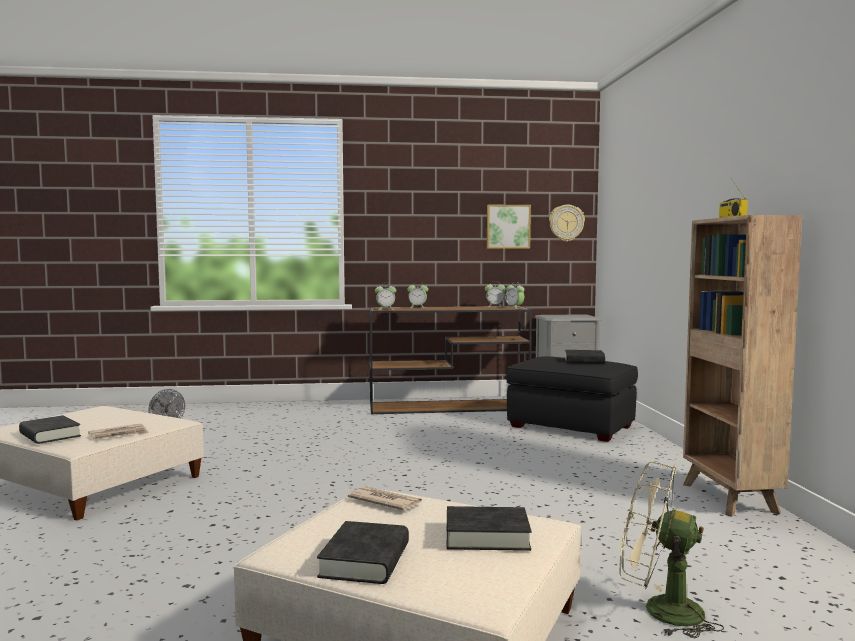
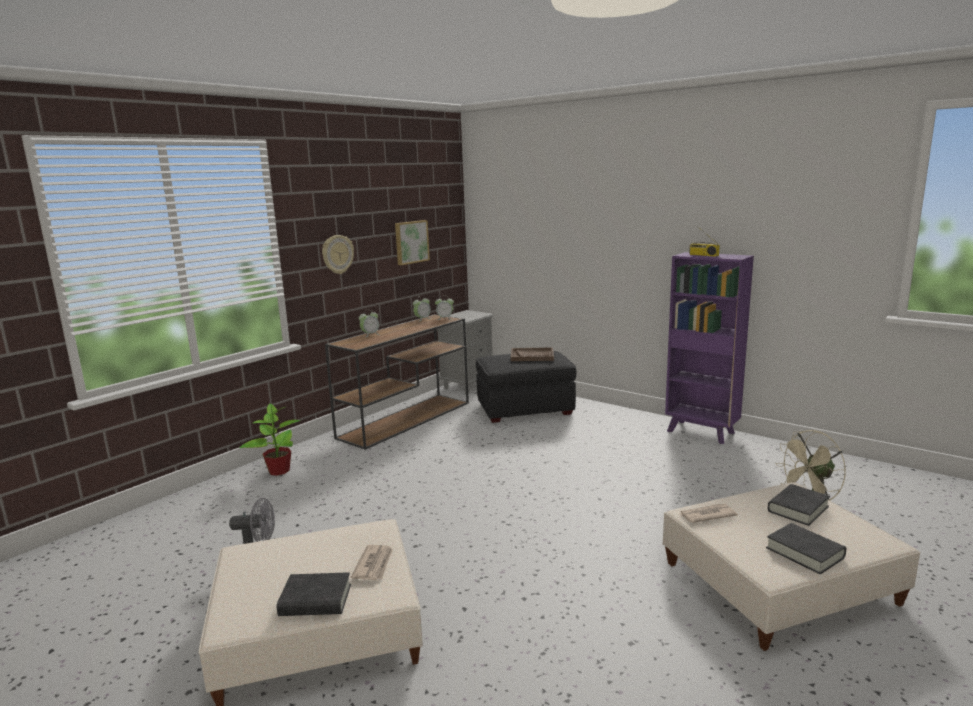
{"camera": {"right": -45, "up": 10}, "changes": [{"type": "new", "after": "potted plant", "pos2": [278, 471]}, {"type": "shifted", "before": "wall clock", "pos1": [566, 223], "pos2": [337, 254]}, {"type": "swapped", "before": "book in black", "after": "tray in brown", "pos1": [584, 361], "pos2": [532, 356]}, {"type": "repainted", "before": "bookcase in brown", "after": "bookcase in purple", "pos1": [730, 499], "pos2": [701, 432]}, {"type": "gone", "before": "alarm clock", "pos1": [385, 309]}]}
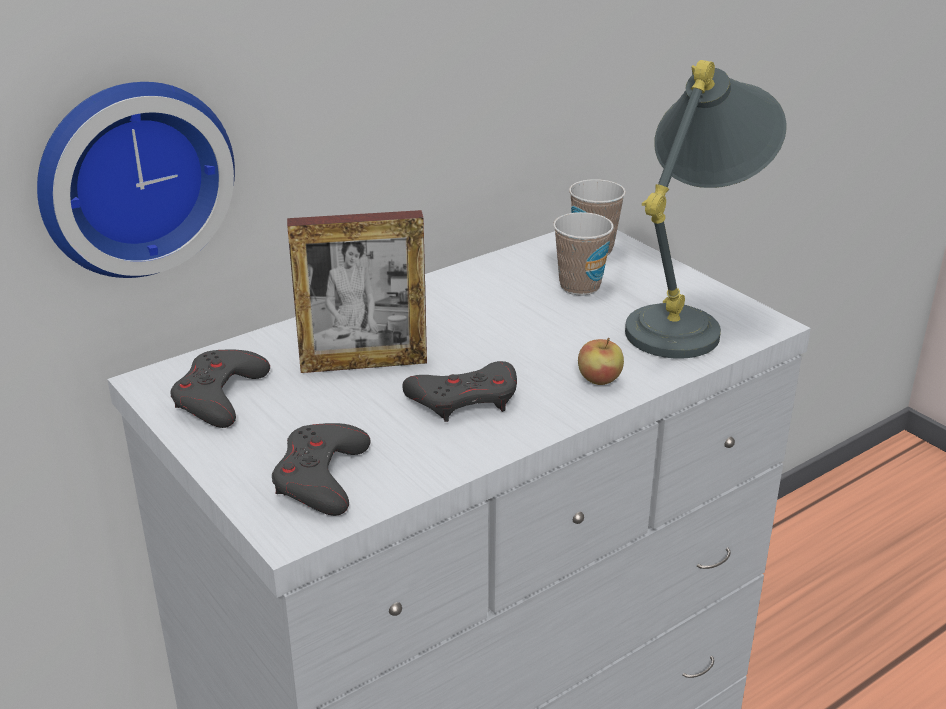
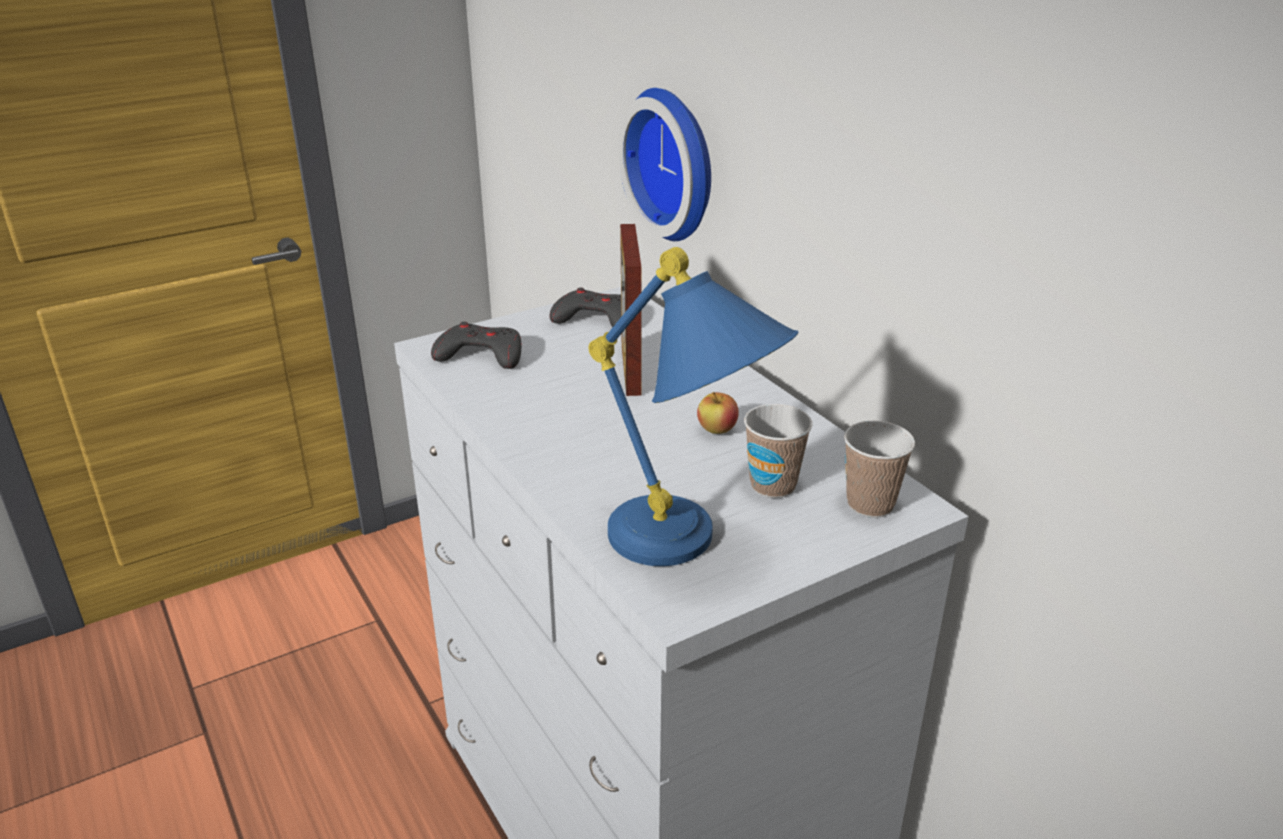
{"camera": {"right": 95, "up": 0}, "changes": [{"type": "repainted", "before": "table lamp in grey", "after": "table lamp in blue", "pos1": [689, 320], "pos2": [690, 550]}, {"type": "shifted", "before": "apple", "pos1": [599, 380], "pos2": [717, 430]}, {"type": "gone", "before": "game controller in grey", "pos1": [465, 399]}]}
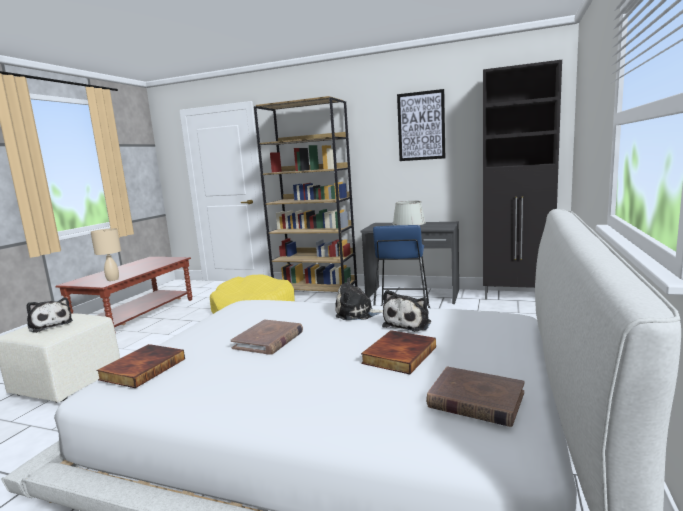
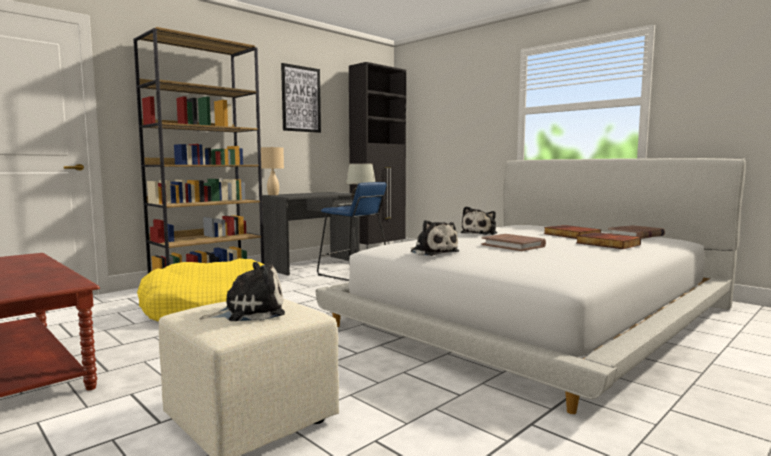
{"camera": {"right": -65, "up": -5}, "changes": [{"type": "shifted", "before": "table lamp in beige", "pos1": [112, 279], "pos2": [273, 195]}, {"type": "shifted", "before": "plush toy", "pos1": [408, 324], "pos2": [433, 252]}, {"type": "shifted", "before": "book", "pos1": [142, 368], "pos2": [607, 244]}]}
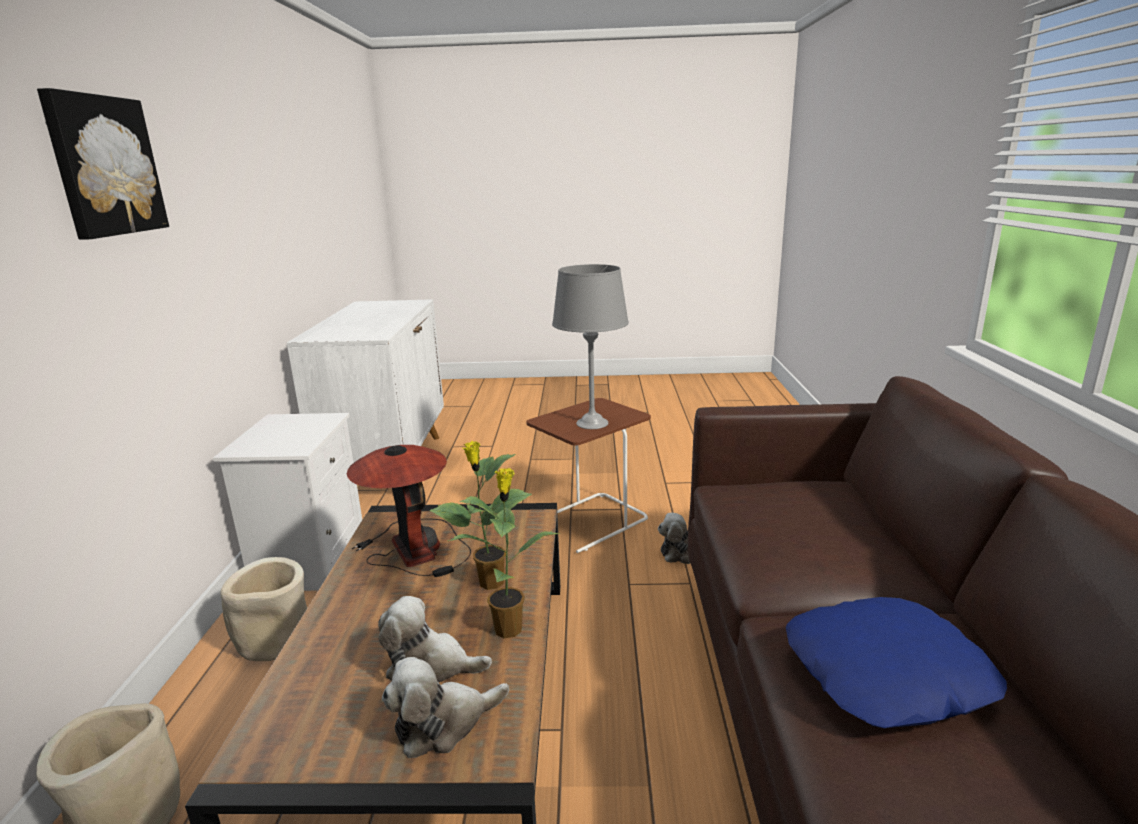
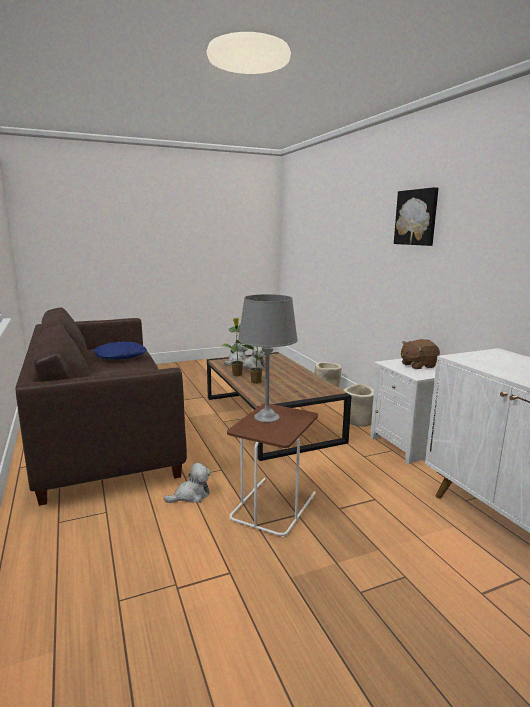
{"camera": {"right": 155, "up": -5}, "changes": [{"type": "new", "after": "plush toy in brown", "pos2": [417, 365]}, {"type": "gone", "before": "table lamp", "pos1": [414, 548]}]}
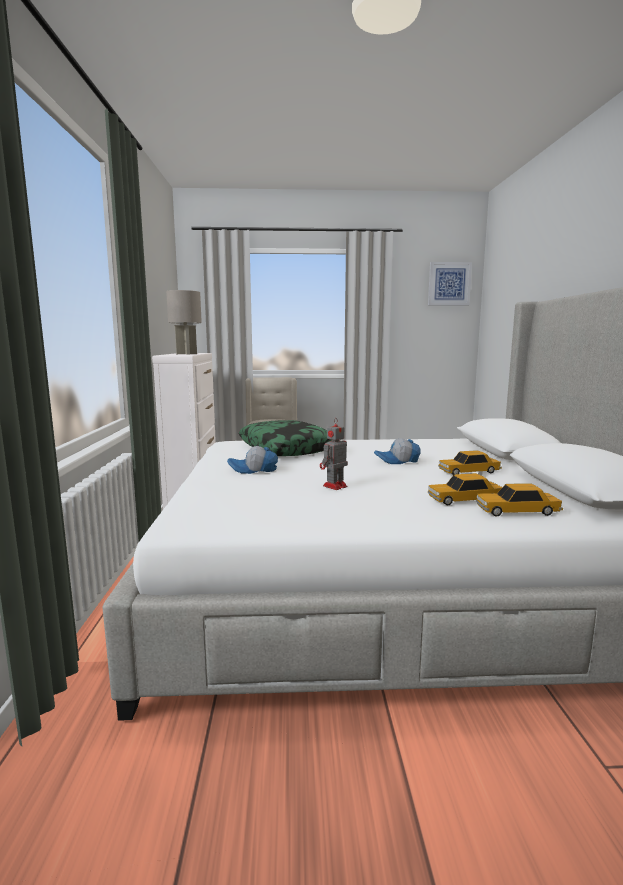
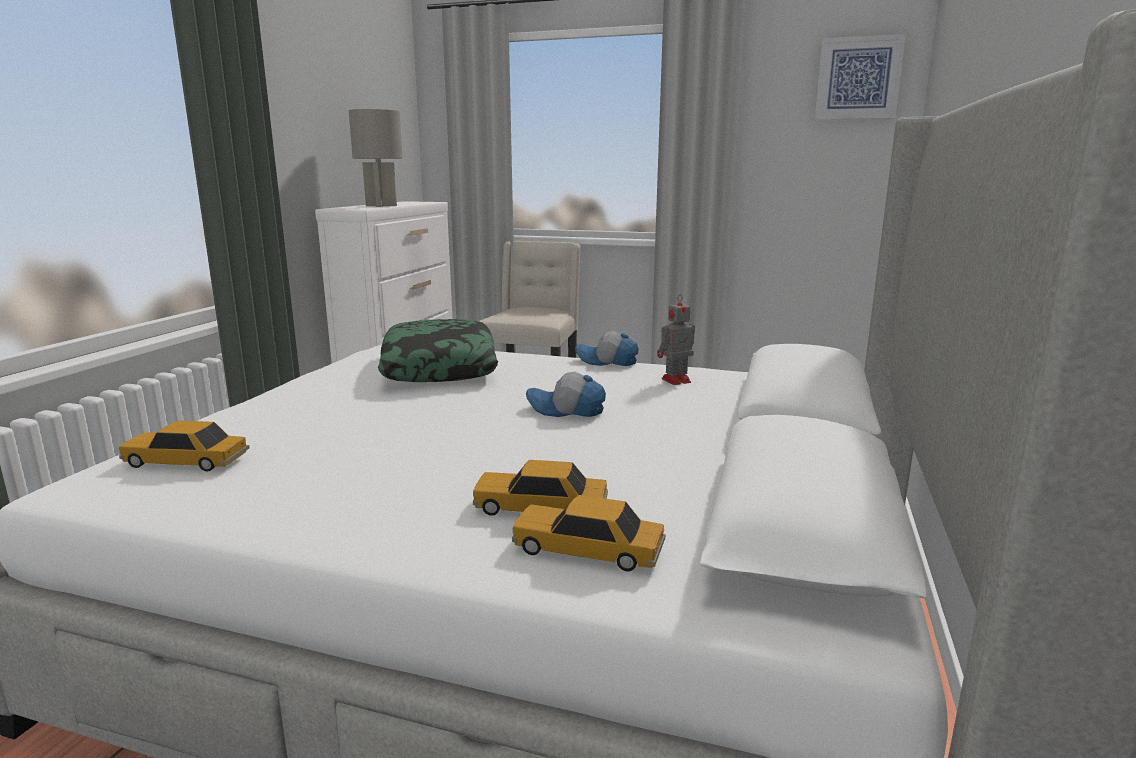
{"camera": {"right": 20, "up": 5}, "changes": [{"type": "shifted", "before": "toy car", "pos1": [468, 471], "pos2": [186, 461]}, {"type": "shifted", "before": "cap", "pos1": [253, 470], "pos2": [606, 361]}, {"type": "shifted", "before": "toy robot", "pos1": [334, 486], "pos2": [674, 380]}]}
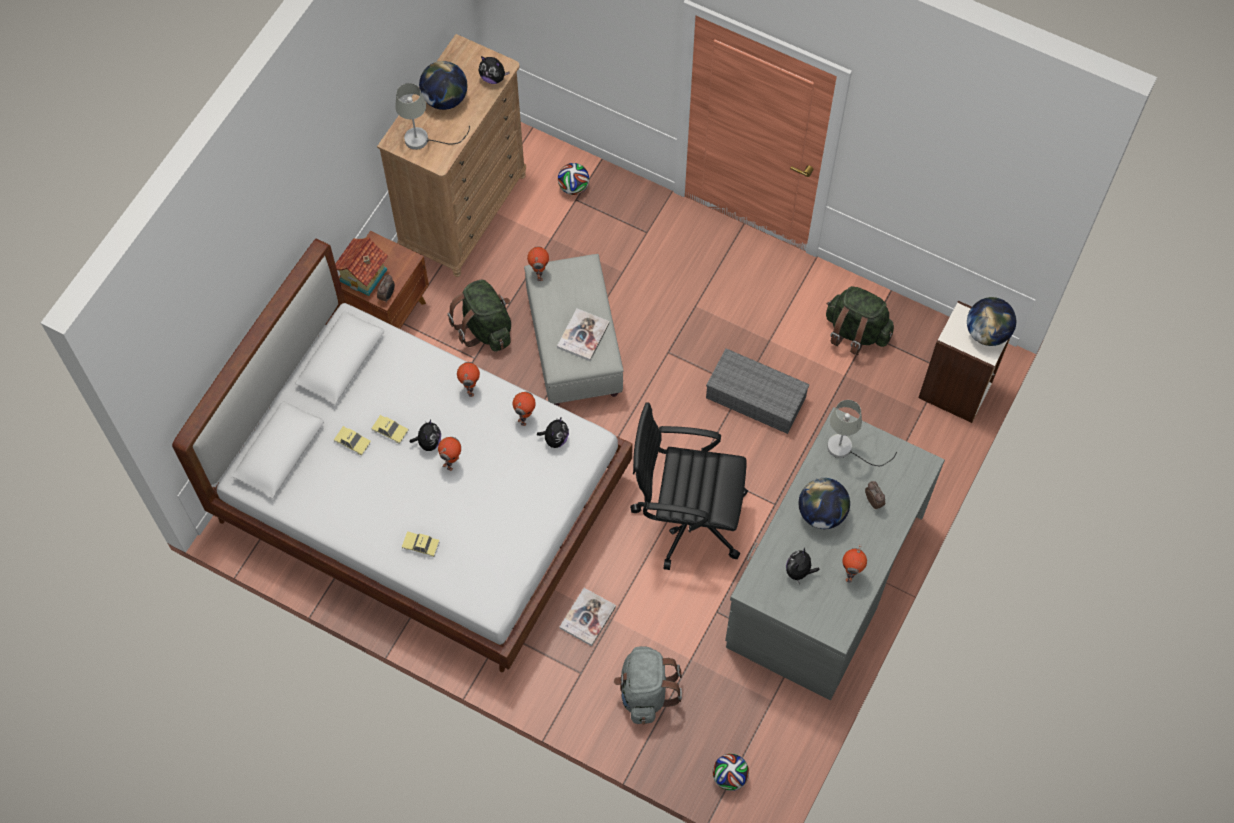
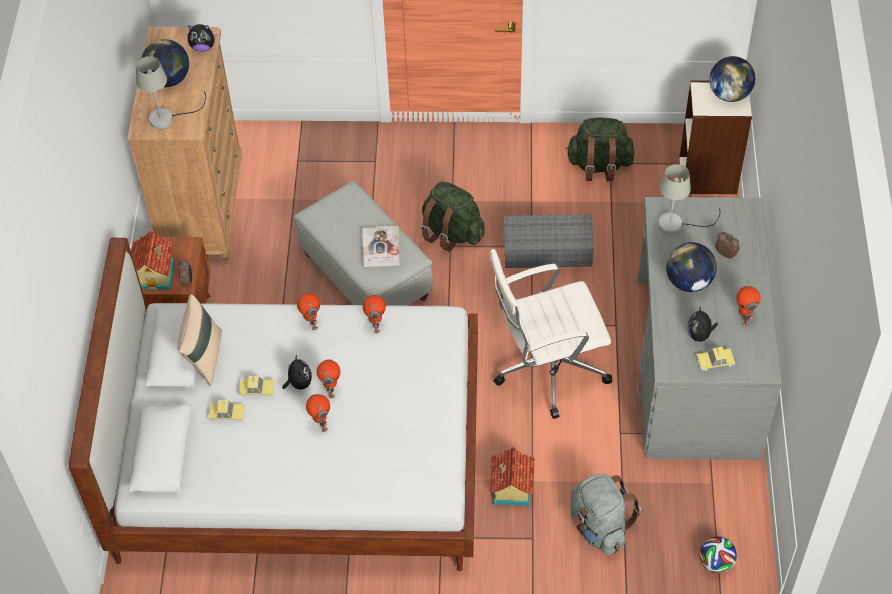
{"camera": {"right": -25, "up": -10}, "changes": [{"type": "new", "after": "pillow in beige", "pos2": [204, 357]}, {"type": "shifted", "before": "toy robot", "pos1": [539, 273], "pos2": [320, 424]}, {"type": "shifted", "before": "backpack in green", "pos1": [485, 328], "pos2": [452, 232]}, {"type": "repainted", "before": "office chair in black", "after": "office chair in white", "pos1": [687, 517], "pos2": [547, 368]}, {"type": "swapped", "before": "book", "after": "toy house", "pos1": [587, 617], "pos2": [510, 489]}, {"type": "shifted", "before": "toy car", "pos1": [421, 545], "pos2": [715, 361]}, {"type": "gone", "before": "plush toy", "pos1": [555, 439]}, {"type": "gone", "before": "football", "pos1": [573, 187]}]}
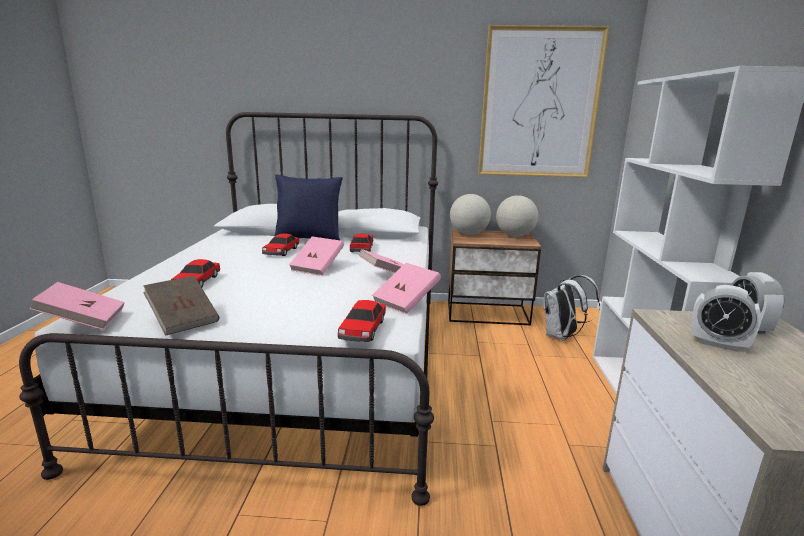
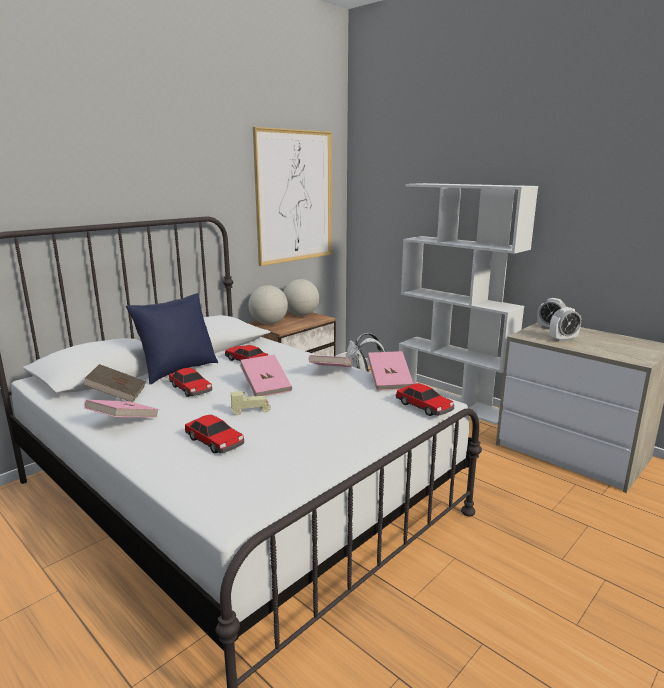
{"camera": {"right": -50, "up": 0}, "changes": [{"type": "shifted", "before": "book in brown", "pos1": [183, 319], "pos2": [117, 395]}, {"type": "shifted", "before": "book in pink", "pos1": [83, 321], "pos2": [124, 422]}, {"type": "new", "after": "toy car in beige", "pos2": [251, 411]}]}
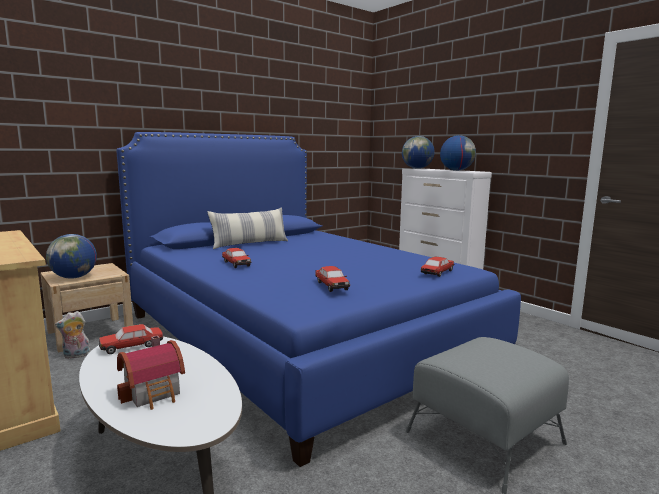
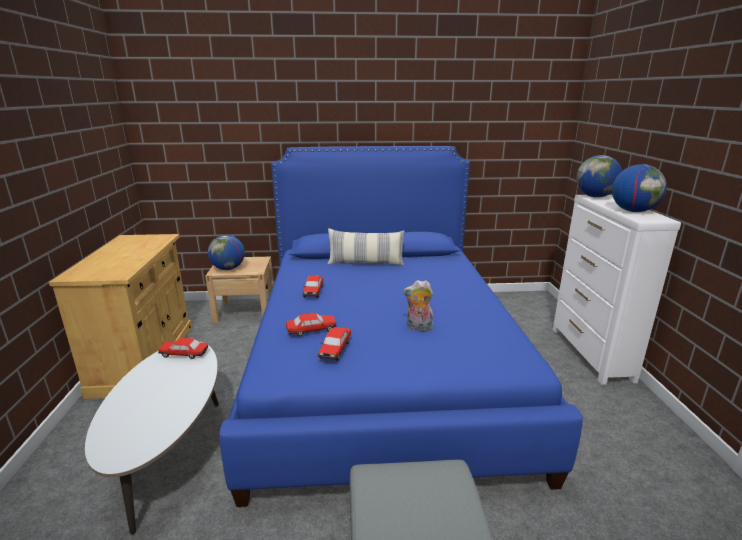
{"camera": {"right": 35, "up": 10}, "changes": [{"type": "shifted", "before": "toy car", "pos1": [437, 273], "pos2": [311, 330]}, {"type": "shifted", "before": "plush toy", "pos1": [76, 356], "pos2": [418, 327]}, {"type": "gone", "before": "toy house", "pos1": [155, 392]}]}
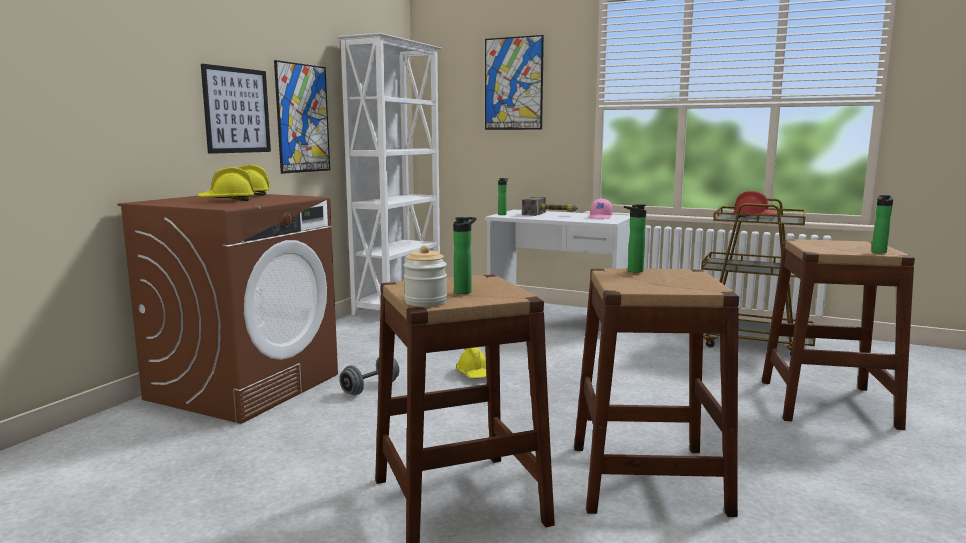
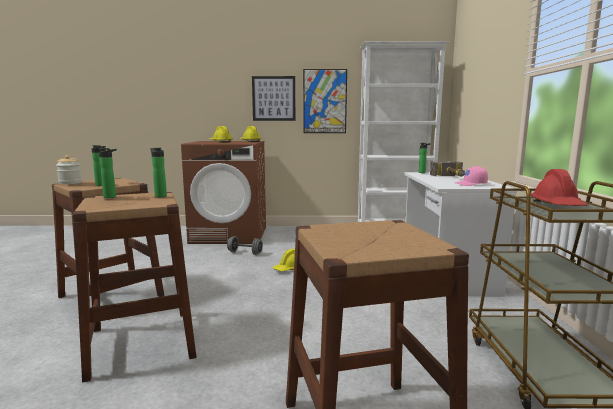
{"camera": {"right": 65, "up": 0}, "changes": [{"type": "shifted", "before": "bottle", "pos1": [878, 252], "pos2": [111, 197]}, {"type": "gone", "before": "picture", "pos1": [513, 84]}]}
